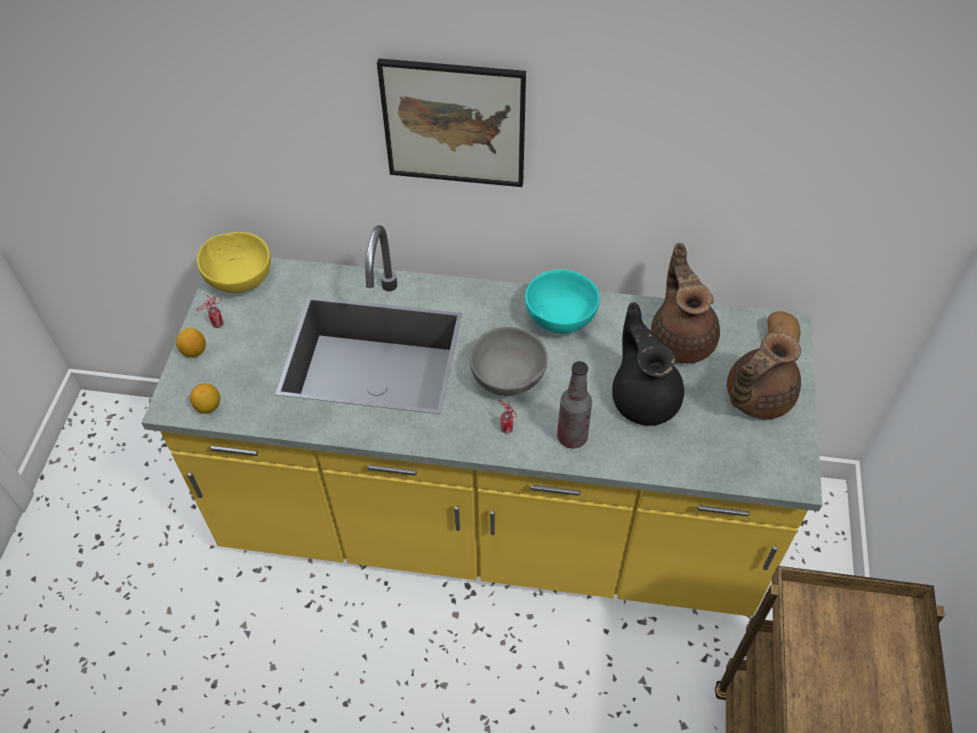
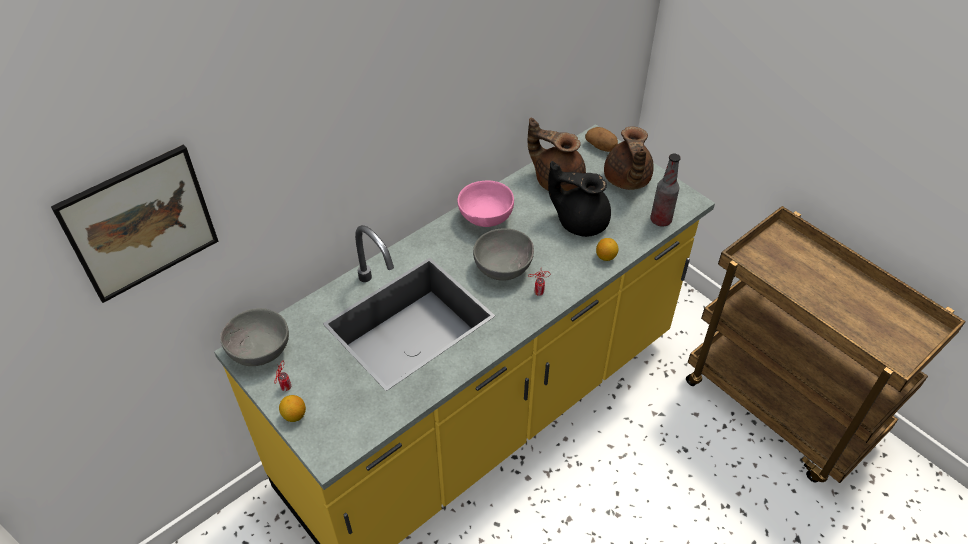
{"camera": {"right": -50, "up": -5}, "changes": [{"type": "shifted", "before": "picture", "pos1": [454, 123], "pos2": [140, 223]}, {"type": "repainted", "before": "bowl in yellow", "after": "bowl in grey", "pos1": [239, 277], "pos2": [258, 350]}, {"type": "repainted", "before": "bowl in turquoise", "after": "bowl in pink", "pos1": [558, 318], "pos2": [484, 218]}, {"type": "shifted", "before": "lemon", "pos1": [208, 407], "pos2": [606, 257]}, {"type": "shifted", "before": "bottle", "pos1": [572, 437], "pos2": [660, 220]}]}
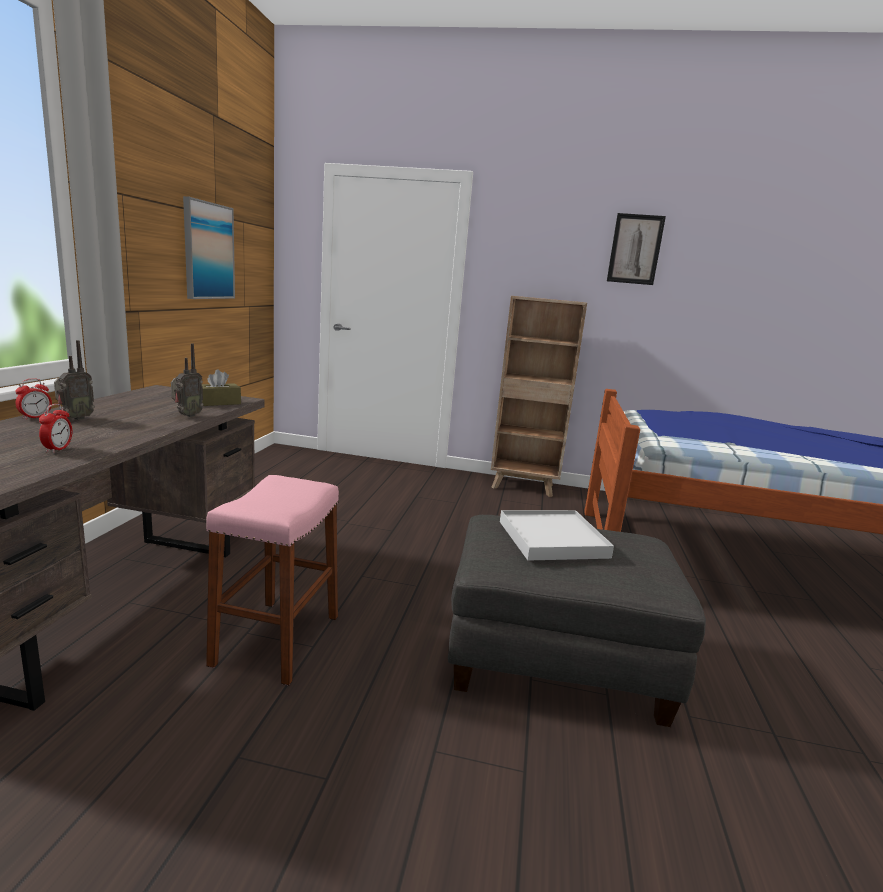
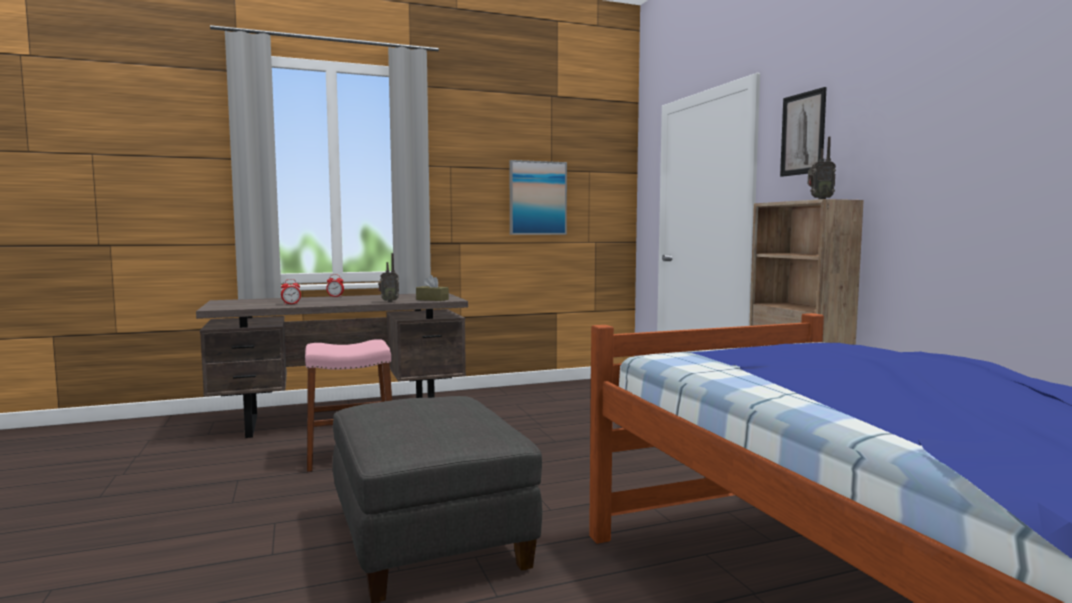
{"camera": {"right": 60, "up": -10}, "changes": [{"type": "shifted", "before": "picture", "pos1": [635, 249], "pos2": [803, 133]}, {"type": "shifted", "before": "radio", "pos1": [75, 418], "pos2": [819, 200]}, {"type": "gone", "before": "tray in white", "pos1": [553, 539]}]}
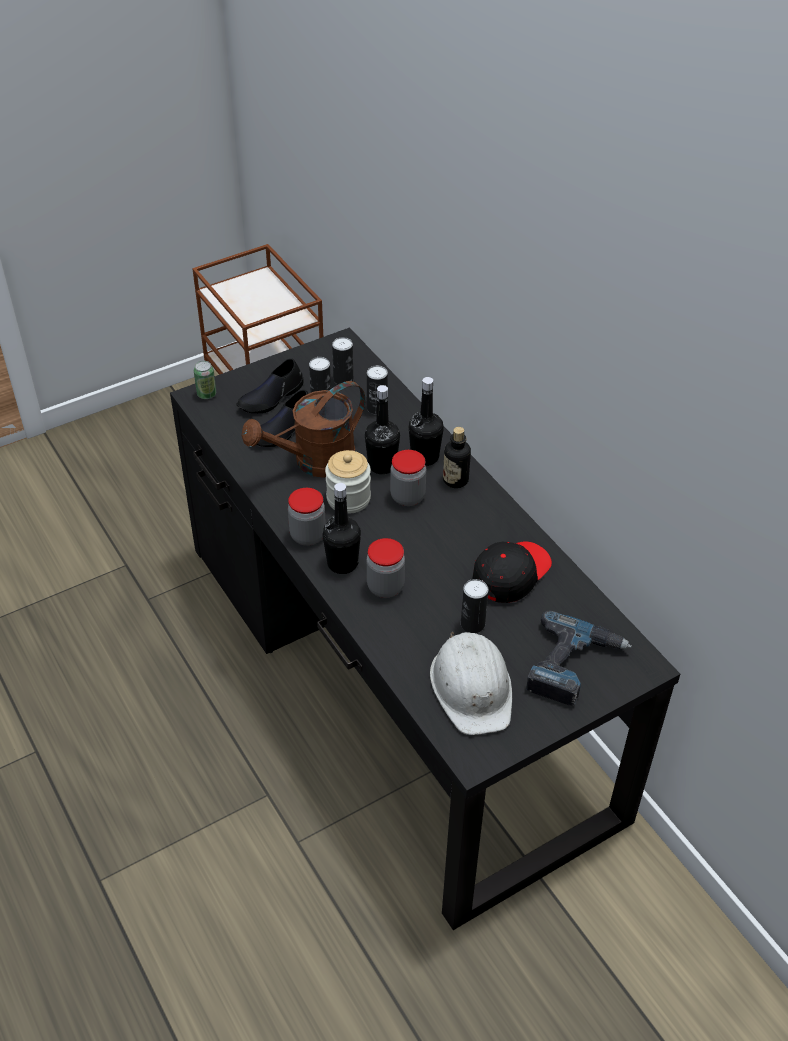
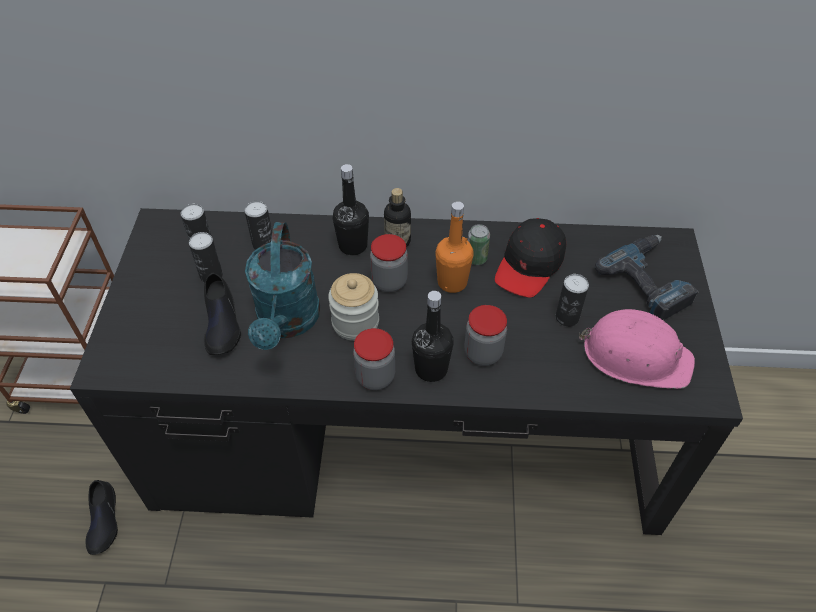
{"camera": {"right": -55, "up": 5}, "changes": [{"type": "shifted", "before": "shoe in black", "pos1": [271, 397], "pos2": [103, 521]}, {"type": "repainted", "before": "watering can in brown", "after": "watering can in turquoise", "pos1": [314, 462], "pos2": [287, 322]}, {"type": "new", "after": "bottle in orange", "pos2": [452, 282]}, {"type": "shifted", "before": "can", "pos1": [206, 394], "pos2": [476, 258]}, {"type": "rotated", "before": "cap in black", "pos1": [510, 574], "pos2": [529, 265], "turn": -135}, {"type": "repainted", "before": "hard hat in white", "after": "hard hat in pink", "pos1": [472, 687], "pos2": [635, 355]}, {"type": "gone", "before": "bottle in black", "pos1": [382, 465]}]}
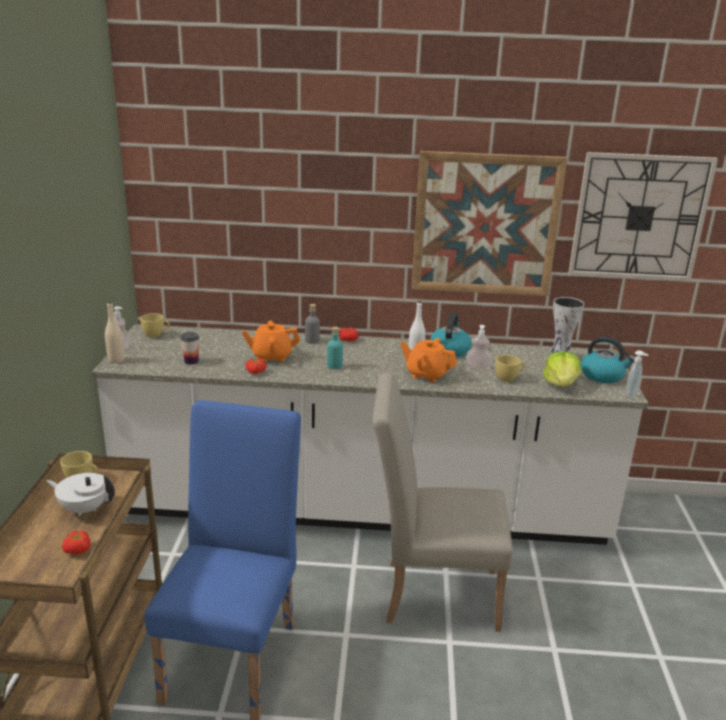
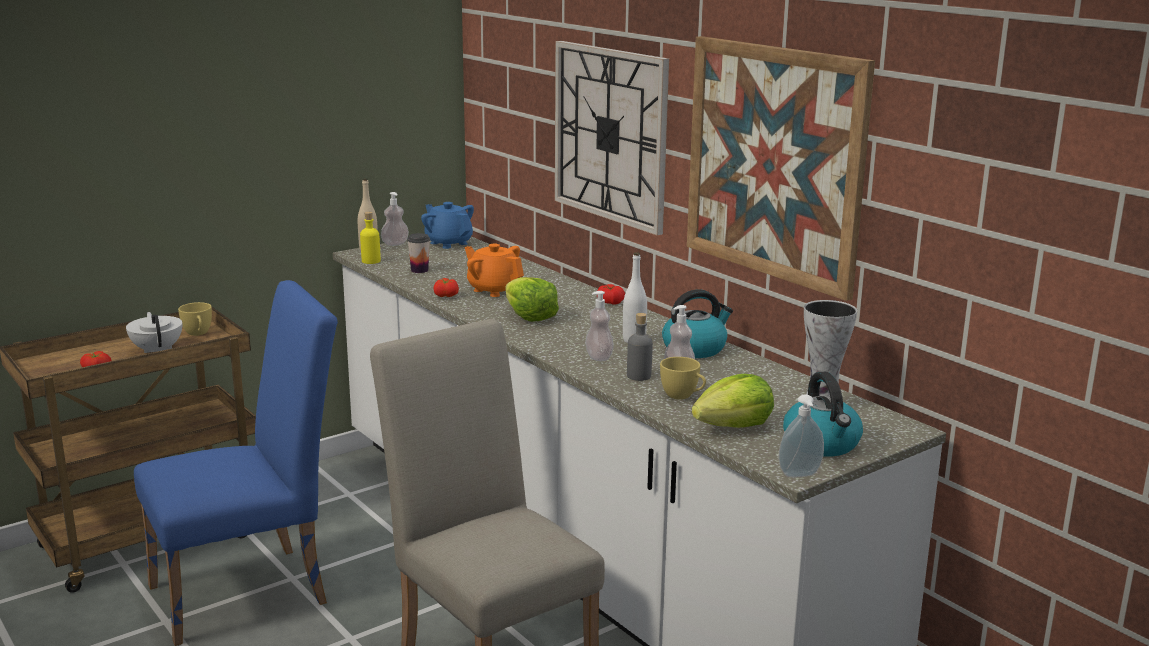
{"camera": {"right": 50, "up": -5}, "changes": [{"type": "new", "after": "bottle in yellow", "pos2": [371, 261]}, {"type": "swapped", "before": "cup in yellow", "after": "teapot in blue", "pos1": [156, 335], "pos2": [448, 243]}, {"type": "swapped", "before": "bottle in turquoise", "after": "lettuce", "pos1": [334, 366], "pos2": [529, 317]}, {"type": "shifted", "before": "wall clock", "pos1": [639, 217], "pos2": [610, 134]}, {"type": "swapped", "before": "teapot in orange", "after": "soap dispenser", "pos1": [426, 374], "pos2": [599, 357]}, {"type": "shifted", "before": "bottle in grey", "pos1": [312, 341], "pos2": [639, 376]}]}
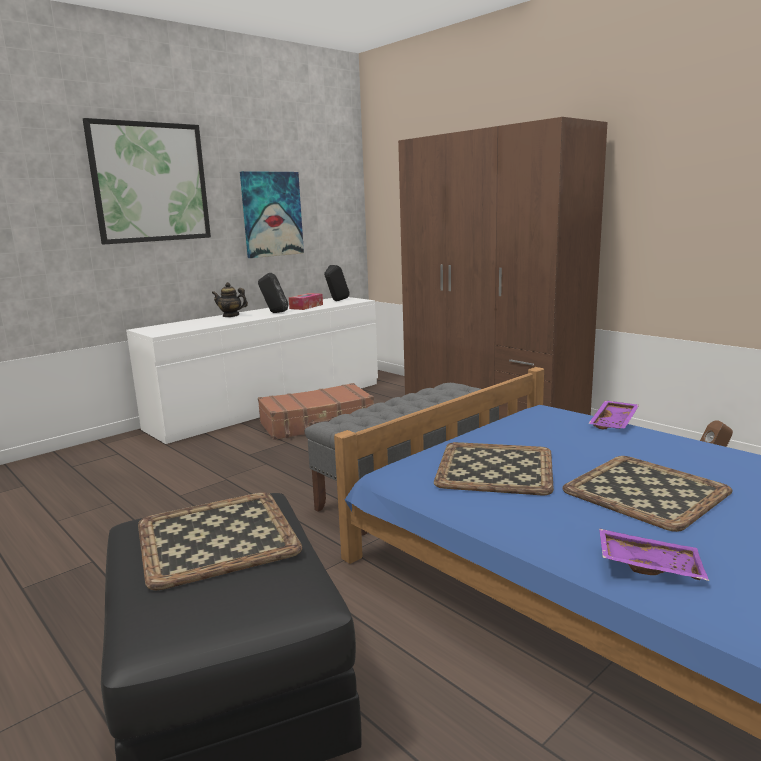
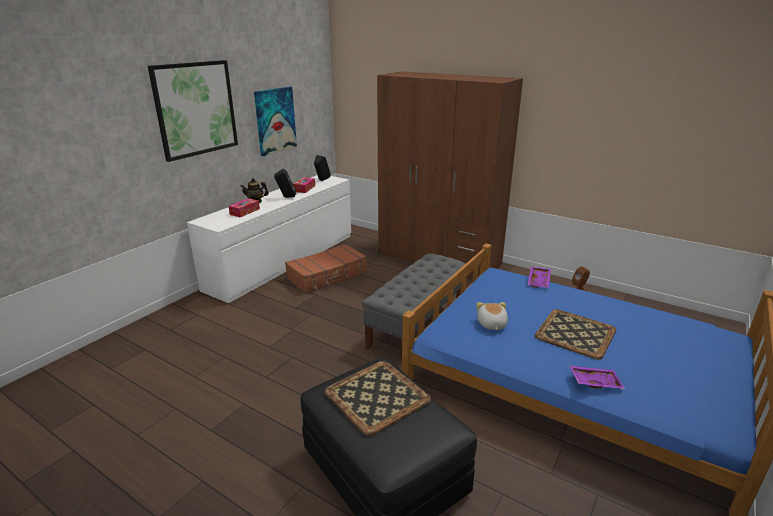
{"camera": {"right": -15, "up": 10}, "changes": [{"type": "new", "after": "tissue box", "pos2": [245, 212]}, {"type": "swapped", "before": "tray", "after": "plush toy", "pos1": [494, 469], "pos2": [491, 324]}]}
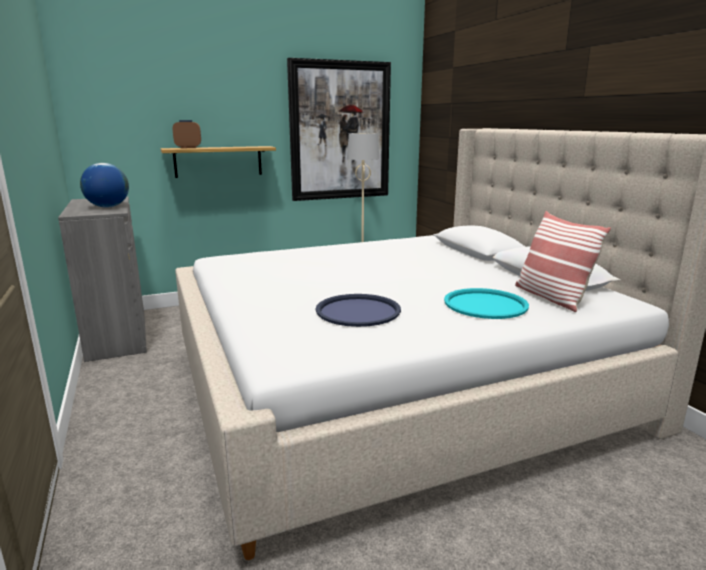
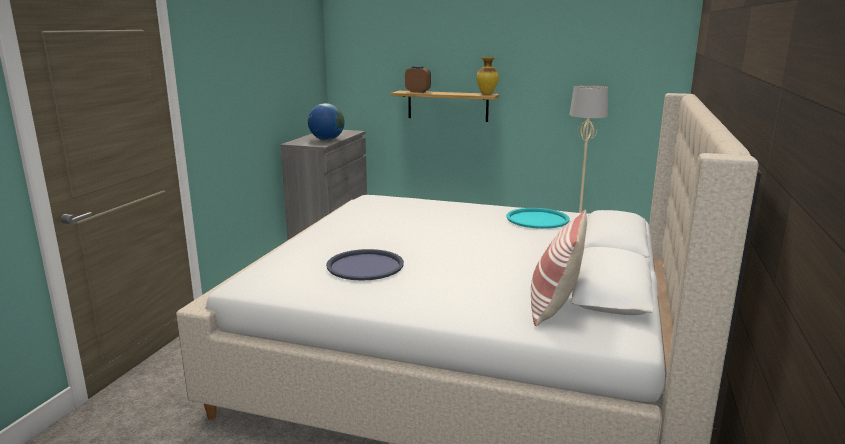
{"camera": {"right": 40, "up": 0}, "changes": [{"type": "new", "after": "vase", "pos2": [487, 94]}, {"type": "shifted", "before": "tray in turquoise", "pos1": [485, 305], "pos2": [537, 219]}, {"type": "gone", "before": "picture", "pos1": [340, 131]}]}
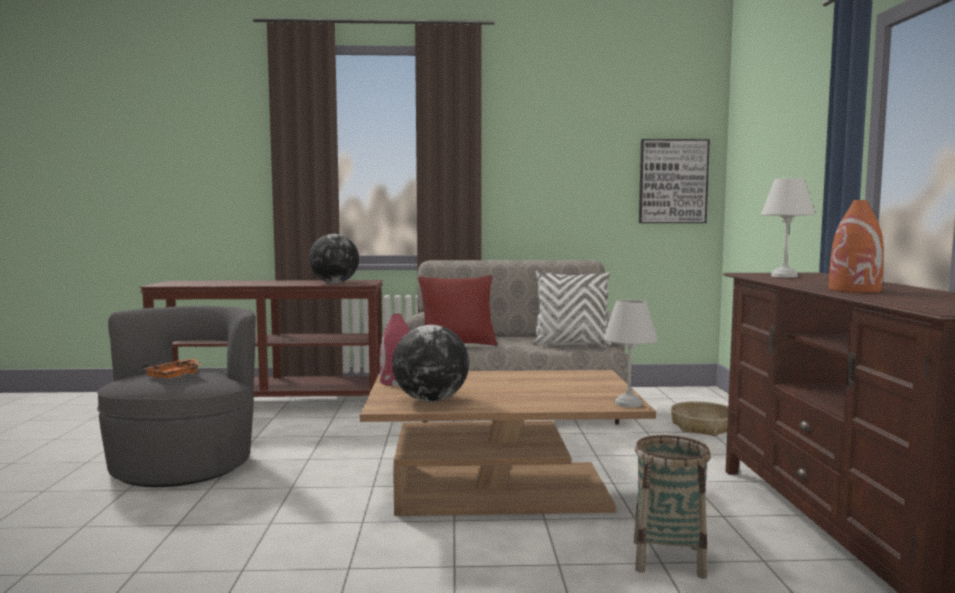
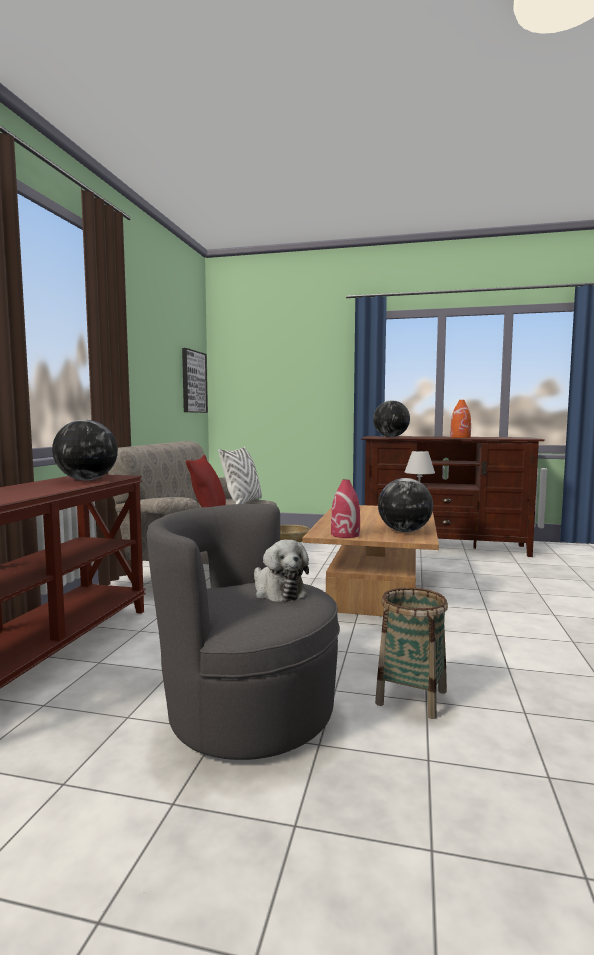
{"camera": {"right": -75, "up": 0}, "changes": [{"type": "swapped", "before": "tray in orange", "after": "plush toy", "pos1": [175, 376], "pos2": [277, 591]}, {"type": "swapped", "before": "table lamp in white", "after": "globe", "pos1": [783, 276], "pos2": [390, 437]}, {"type": "shifted", "before": "basket", "pos1": [668, 559], "pos2": [411, 697]}]}
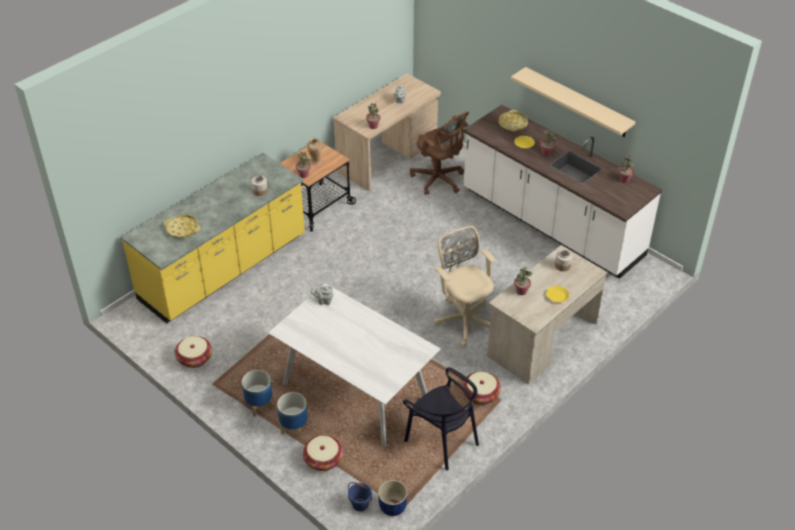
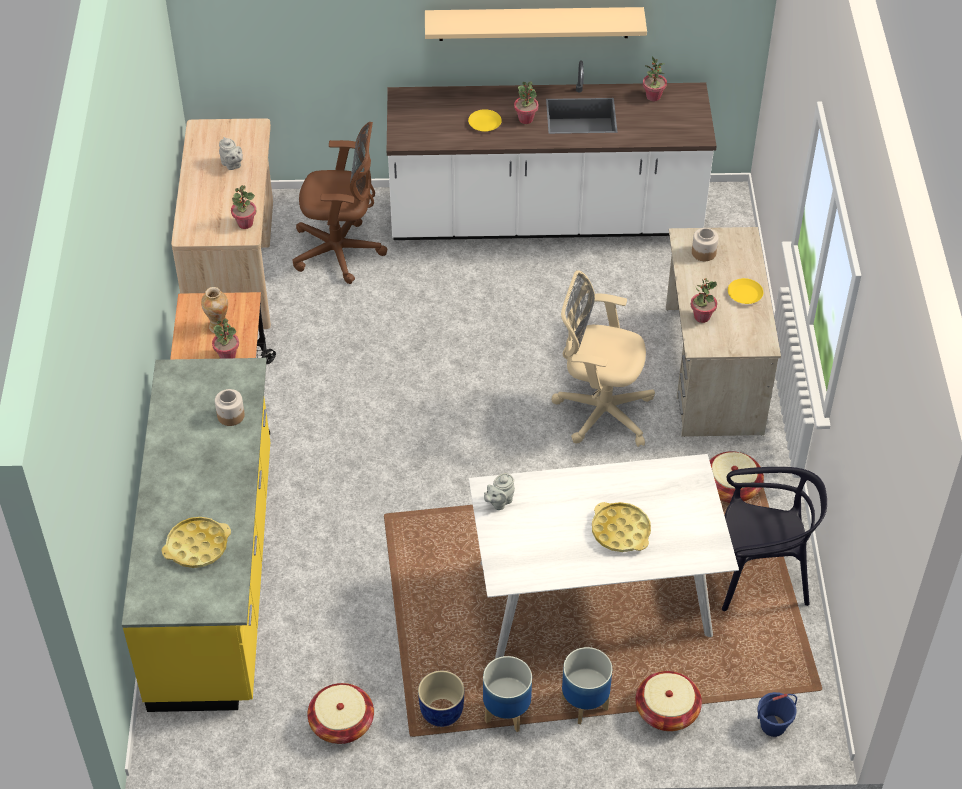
{"camera": {"right": -45, "up": 5}, "changes": [{"type": "shifted", "before": "planter in blue", "pos1": [392, 506], "pos2": [441, 712]}, {"type": "shifted", "before": "tray in yellow", "pos1": [512, 124], "pos2": [620, 531]}]}
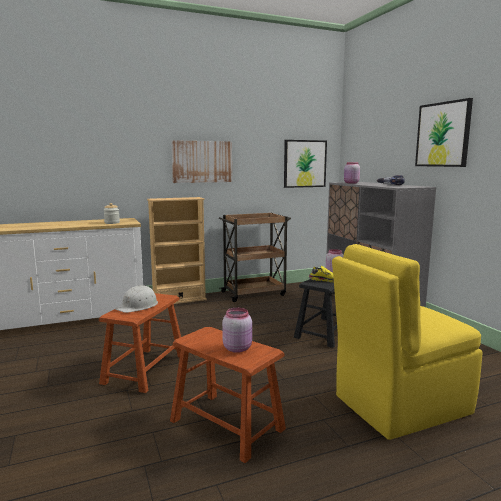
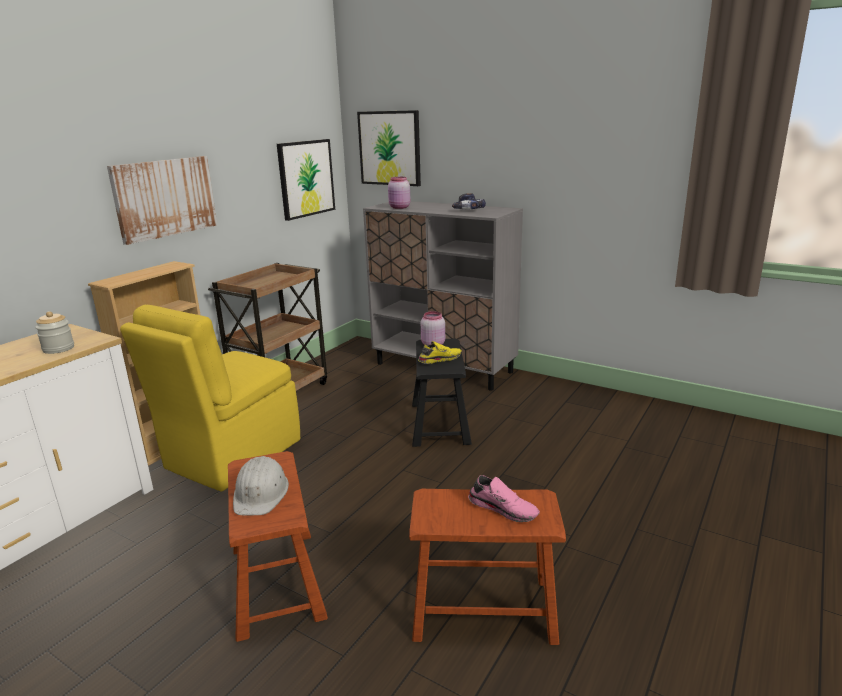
{"camera": {"right": -35, "up": 10}, "changes": [{"type": "shifted", "before": "chair in yellow", "pos1": [399, 405], "pos2": [231, 455]}, {"type": "shifted", "before": "picture", "pos1": [443, 134], "pos2": [390, 148]}, {"type": "swapped", "before": "jar in pink", "after": "shoe in pink", "pos1": [238, 348], "pos2": [504, 508]}]}
